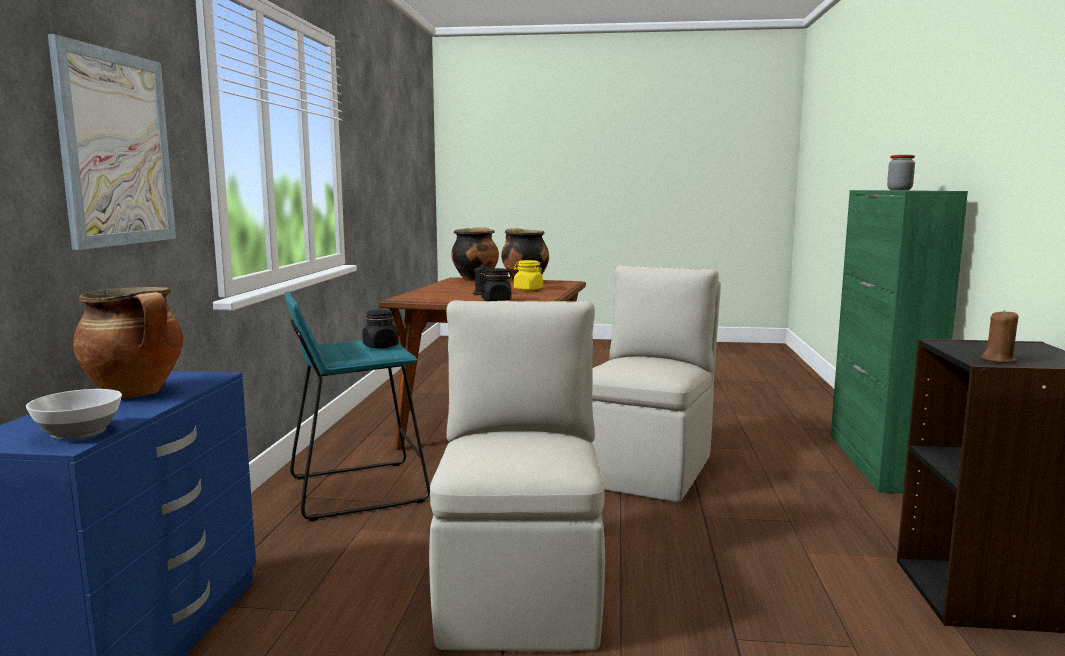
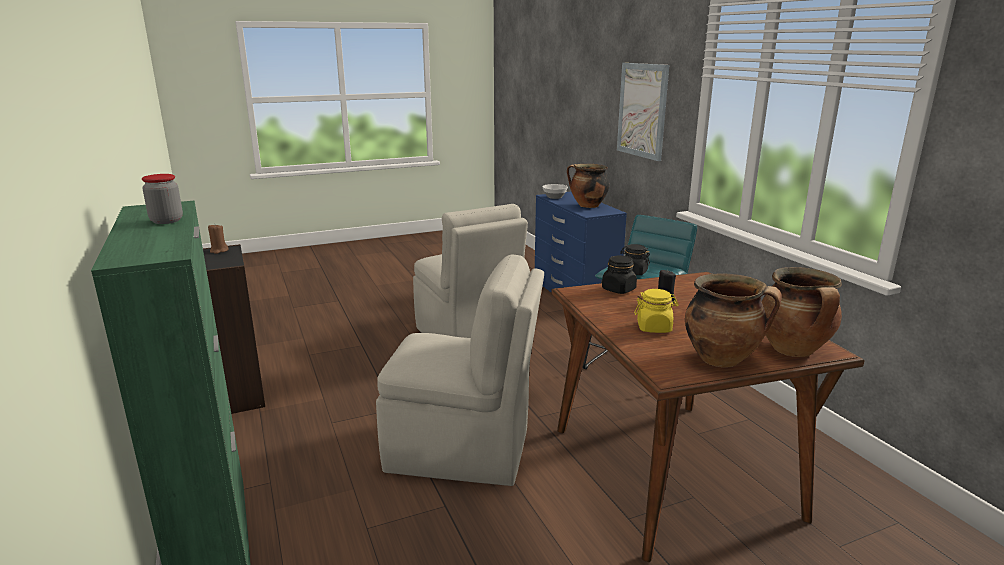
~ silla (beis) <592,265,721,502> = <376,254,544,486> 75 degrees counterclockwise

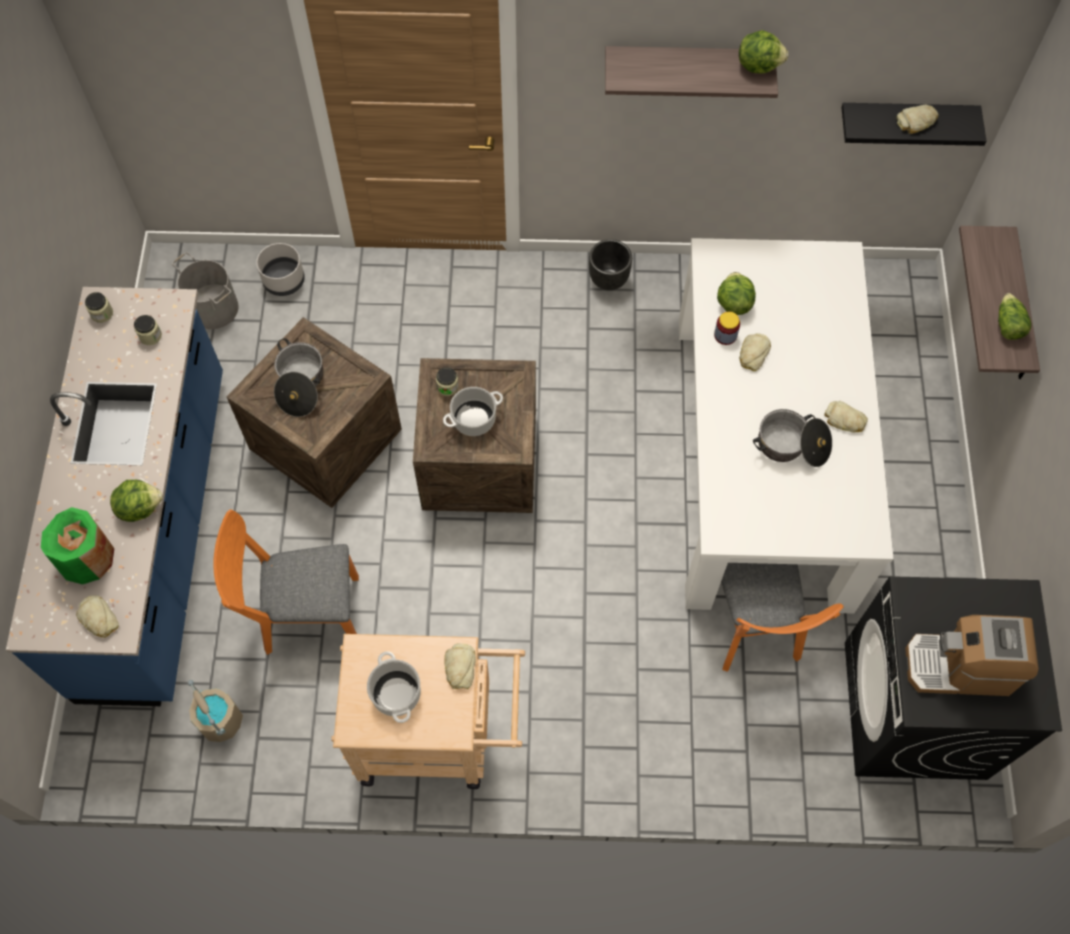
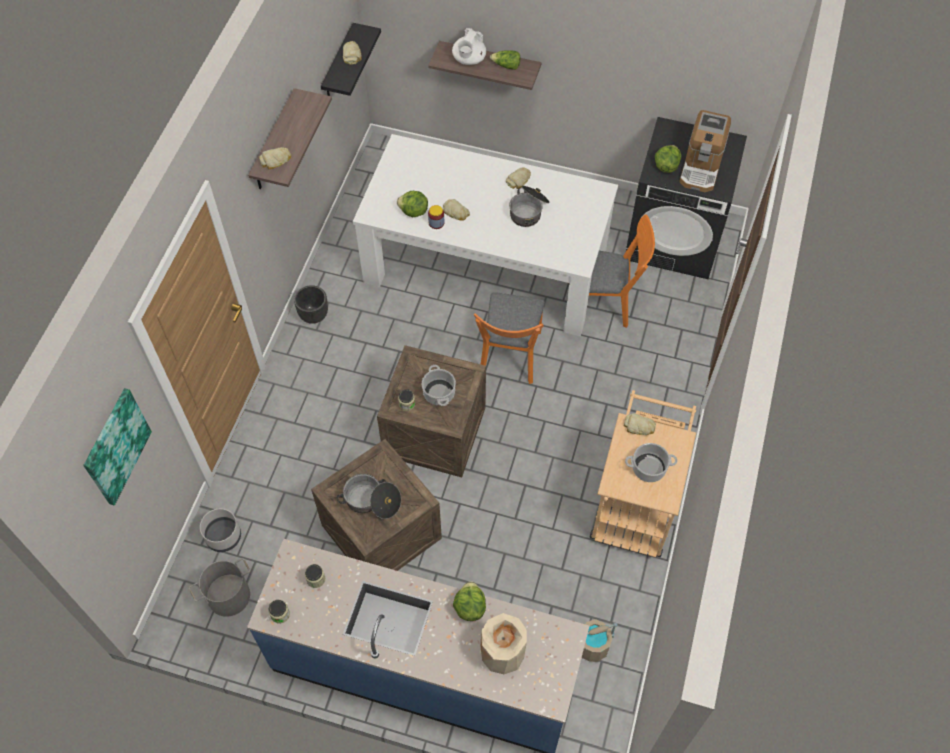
+ cuadro <83,388,152,506>
+ tetera (blanco) <452,28,486,65>
~ pan <76,595,119,638> to <259,147,291,170>
~ silla (naranja) <213,509,359,655> to <474,292,545,384>
~ lechuga <739,30,789,74> to <655,145,681,173>
~ florero (verde) <41,507,114,584> to florero (beis) <481,613,527,674>

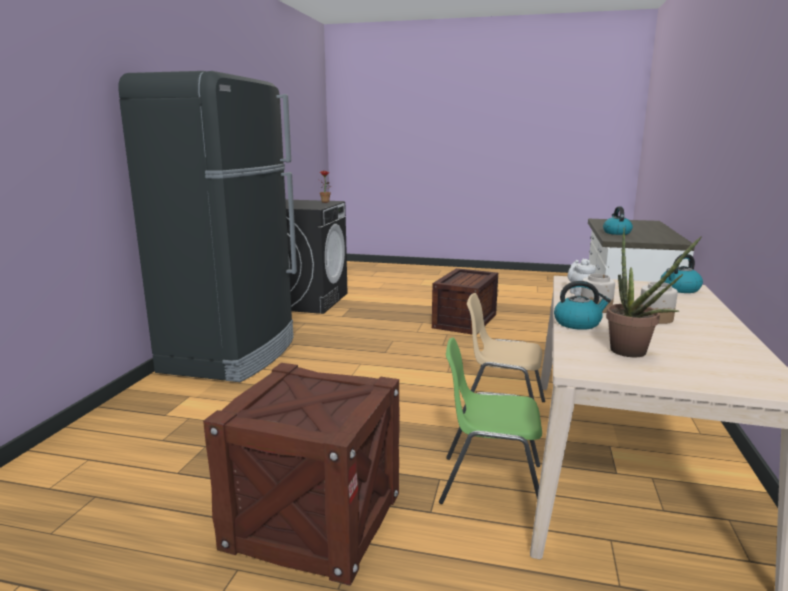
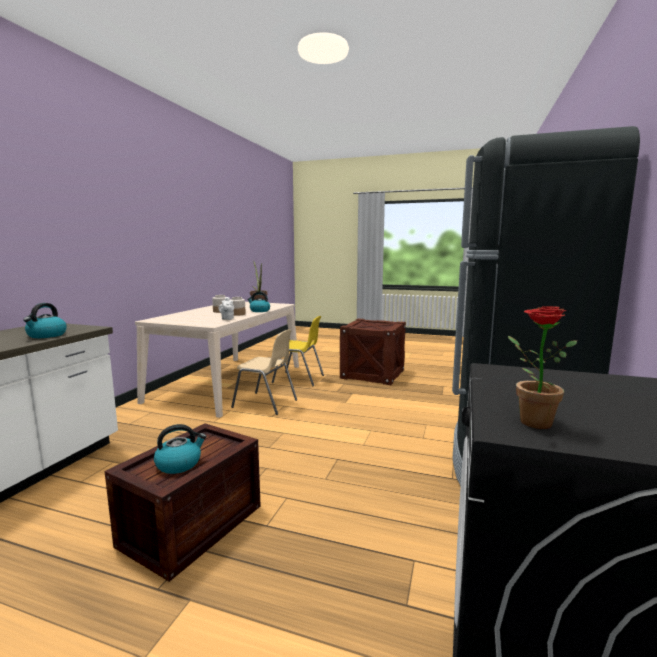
~ hervidor <661,254,703,293> to <154,424,206,474>
~ silla (verde) <439,338,542,504> to silla (amarillo) <272,316,324,386>

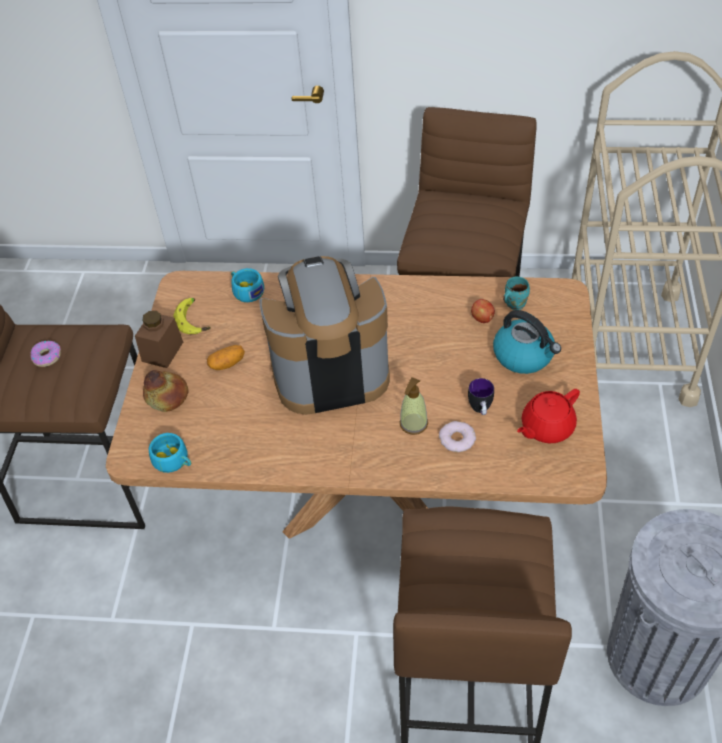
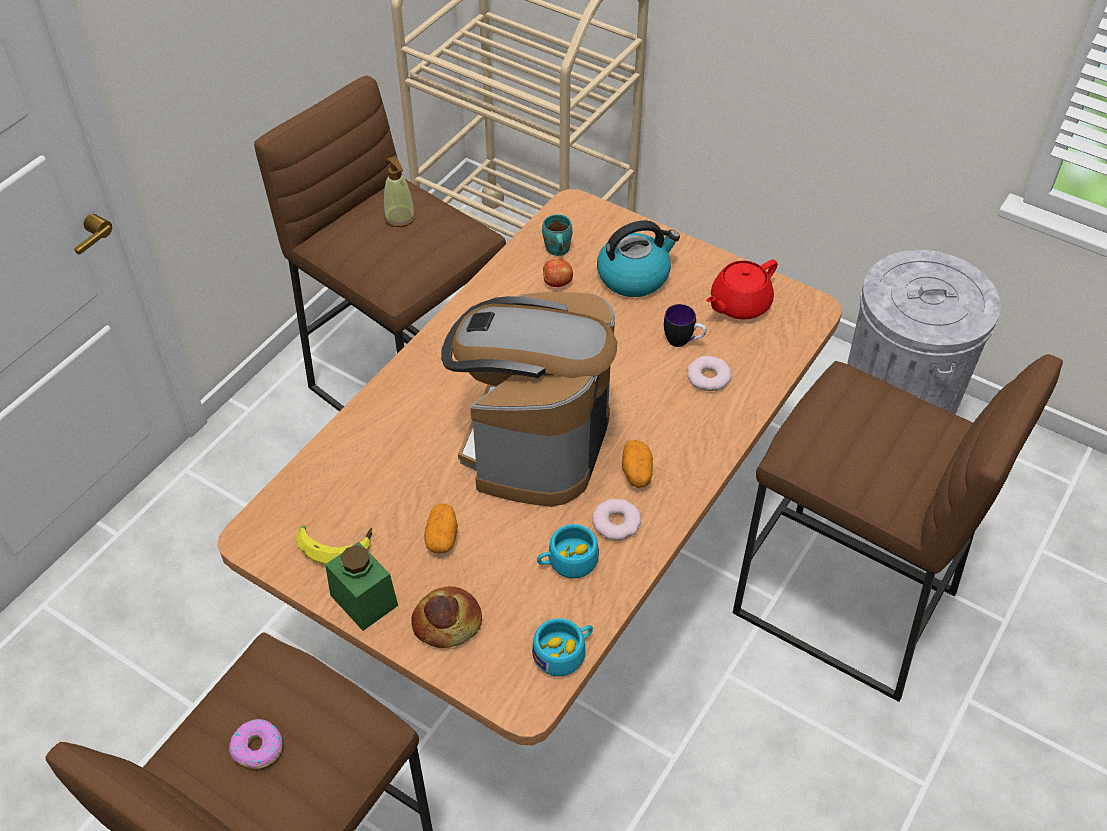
+ rosquilla <592,499,641,540>
+ patata <622,440,653,488>
~ taza (turquesa) <231,268,264,302> to <537,524,599,579>
~ dispensador de jabón <400,377,428,435> to <384,156,416,227>
~ tarro (marrón) <135,311,183,368> to tarro (verde) <325,542,398,631>
~ tetera (rojo) <517,389,580,443> = <706,260,778,320> 60 degrees clockwise

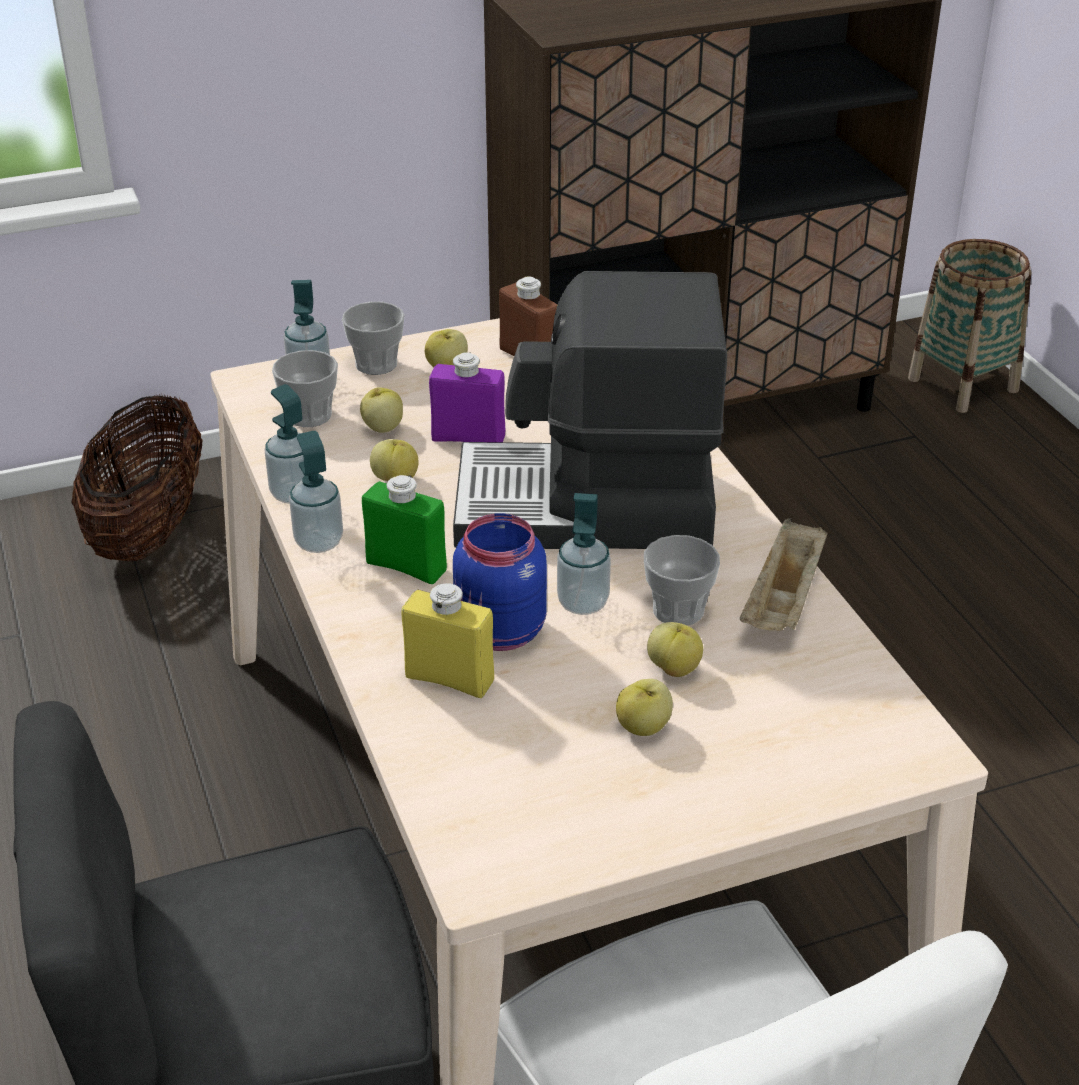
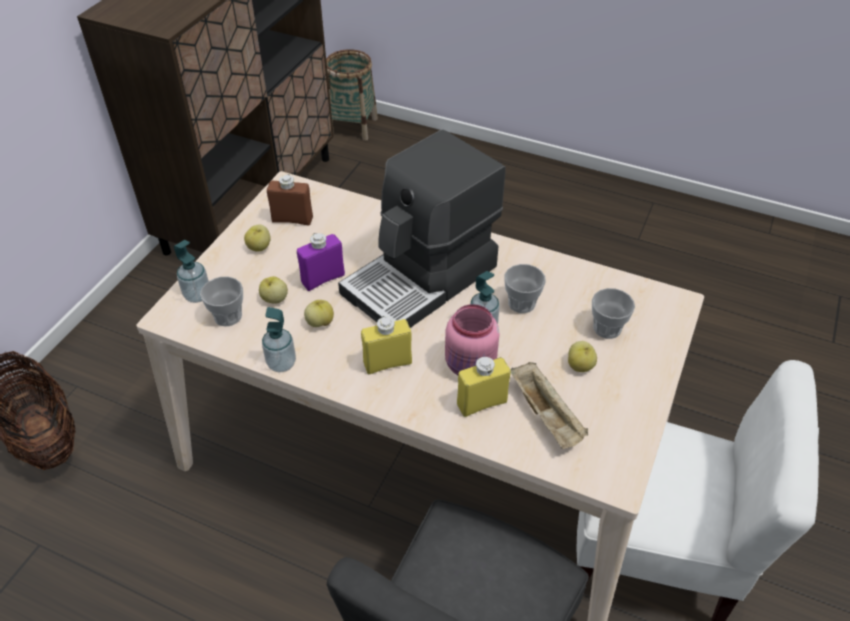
- dispensador de jabón <289,431,343,553>
- manzana <647,622,703,677>
~ taza <342,302,405,375> to <592,288,635,339>
~ bandeja (beis) <740,518,828,631> to <511,362,588,449>
~ botella (verde) <362,475,447,584> to botella (amarillo) <361,316,412,374>
~ tarro (azul) <453,513,547,651> to tarro (rosa) <445,304,499,375>

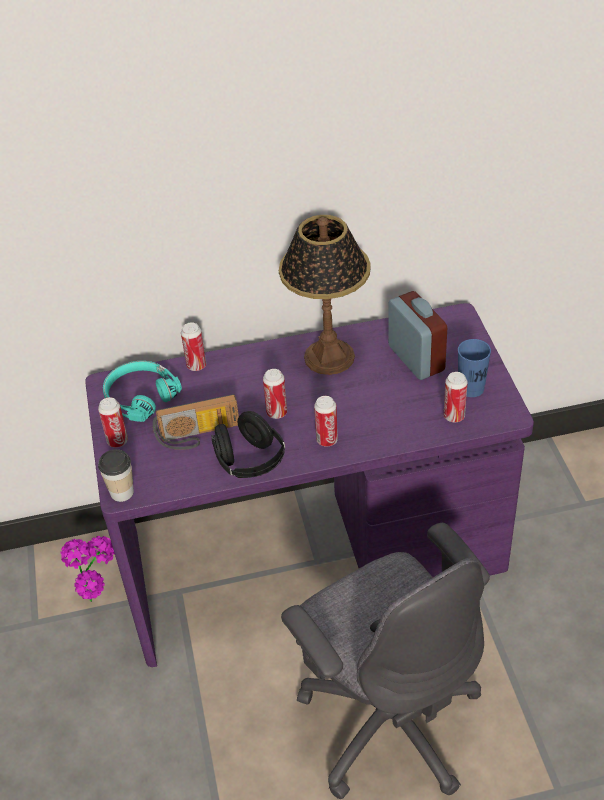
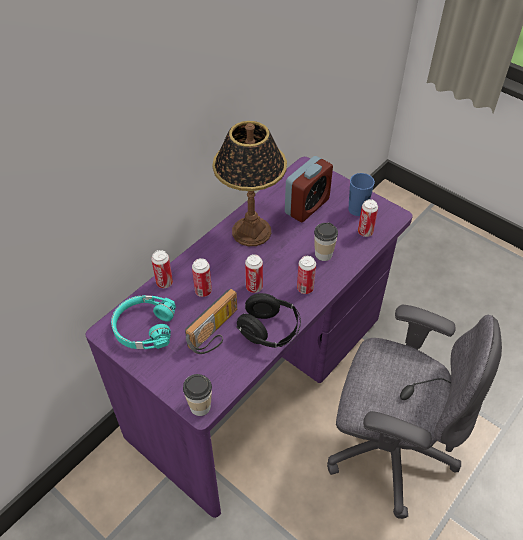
- planta en maceta <60,536,115,602>
+ taza <314,223,338,261>
~ lata <98,397,128,448> to <192,258,212,297>
~ despertador <388,291,447,380> = <285,156,333,222> 105 degrees clockwise

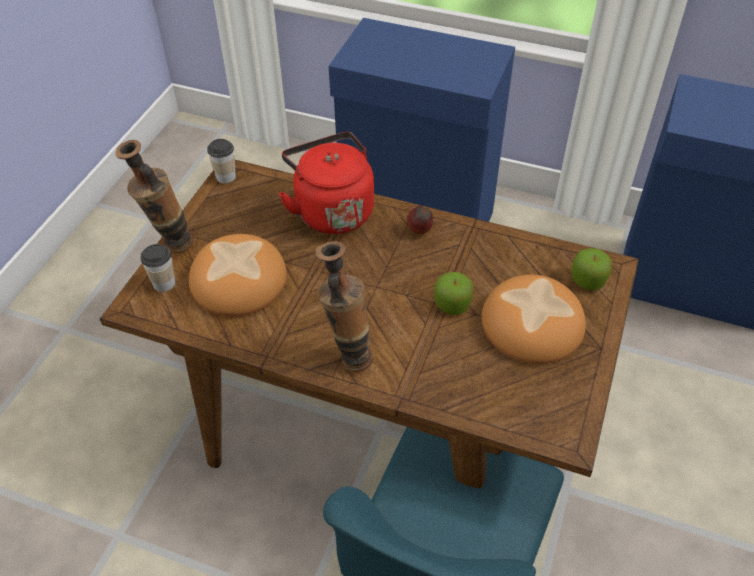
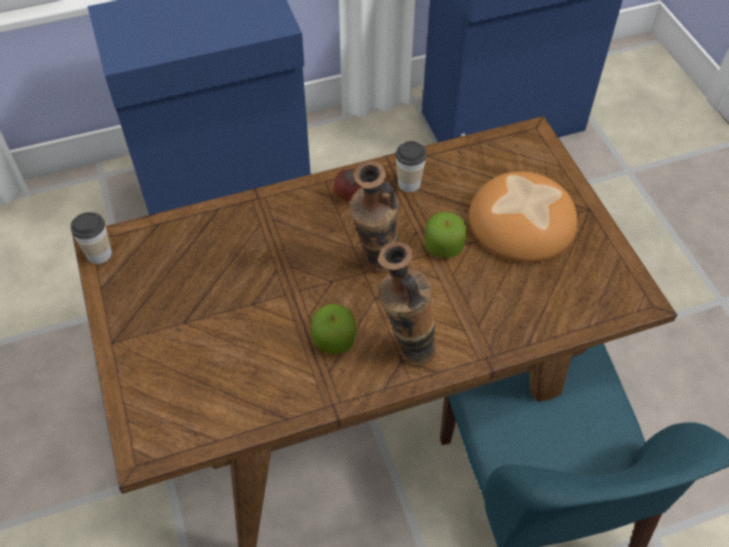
- pan <189,234,287,316>
- hervidor (rojo) <279,132,374,234>
~ florero <115,140,193,253> to <349,161,399,273>
~ taza <140,244,175,292> to <395,141,427,192>
~ manzana <571,248,612,290> to <311,304,357,354>

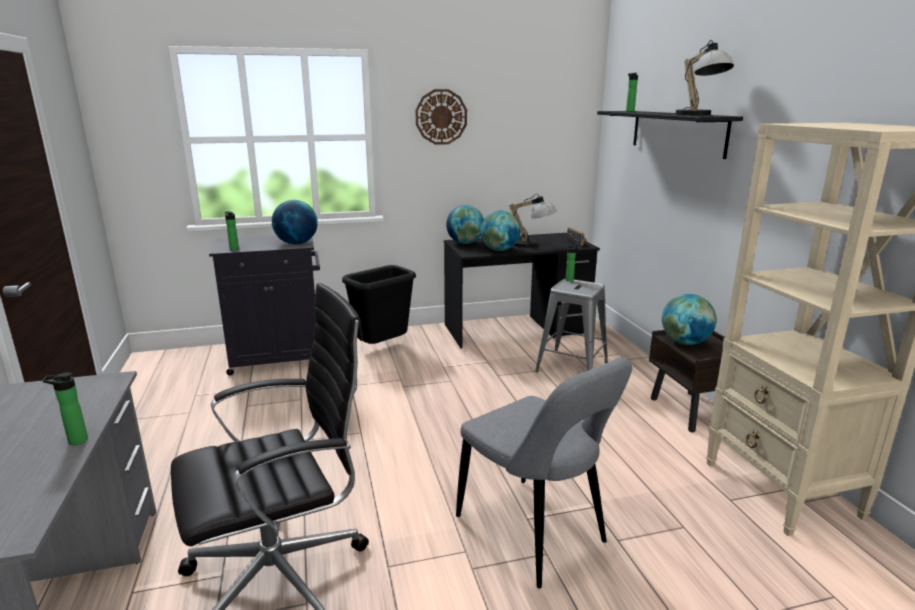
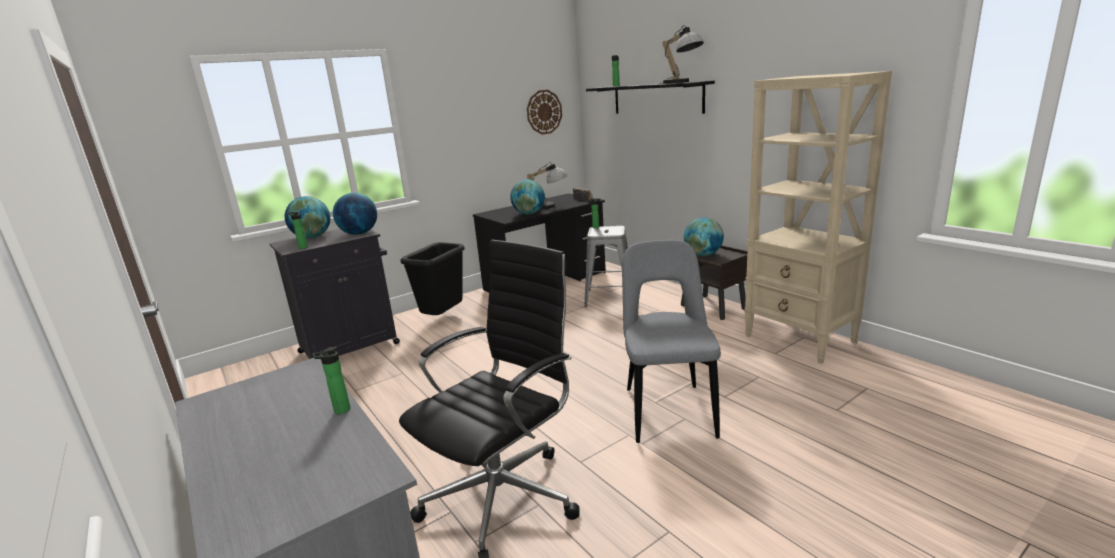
~ reloj de pared <415,89,467,145> to <527,90,562,135>
~ globo terráqueo <446,205,484,244> to <285,196,330,238>
~ silla (gris) <456,357,633,589> = <622,240,721,443> 120 degrees counterclockwise

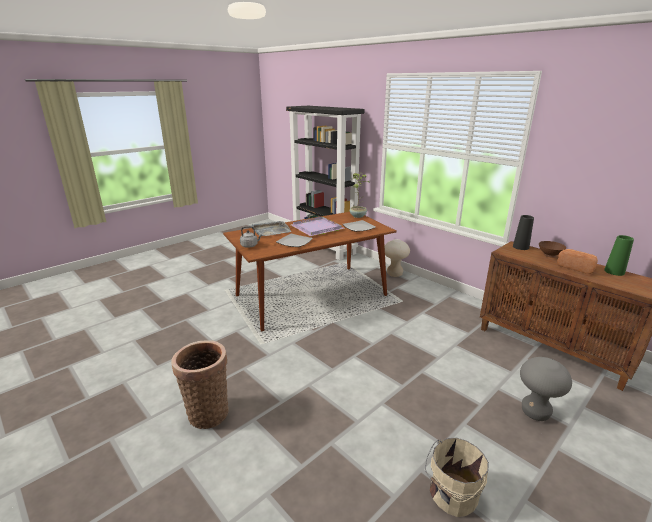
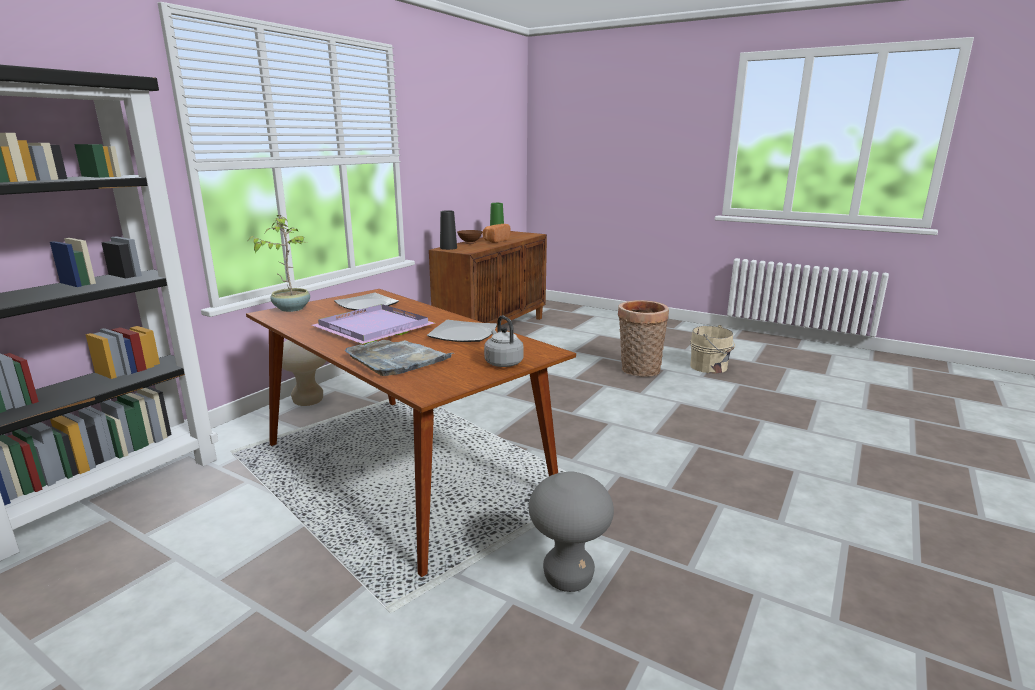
~ cesta <171,340,229,429> to <618,300,669,377>
~ taburete (gris) <520,357,572,421> to <529,472,614,592>

